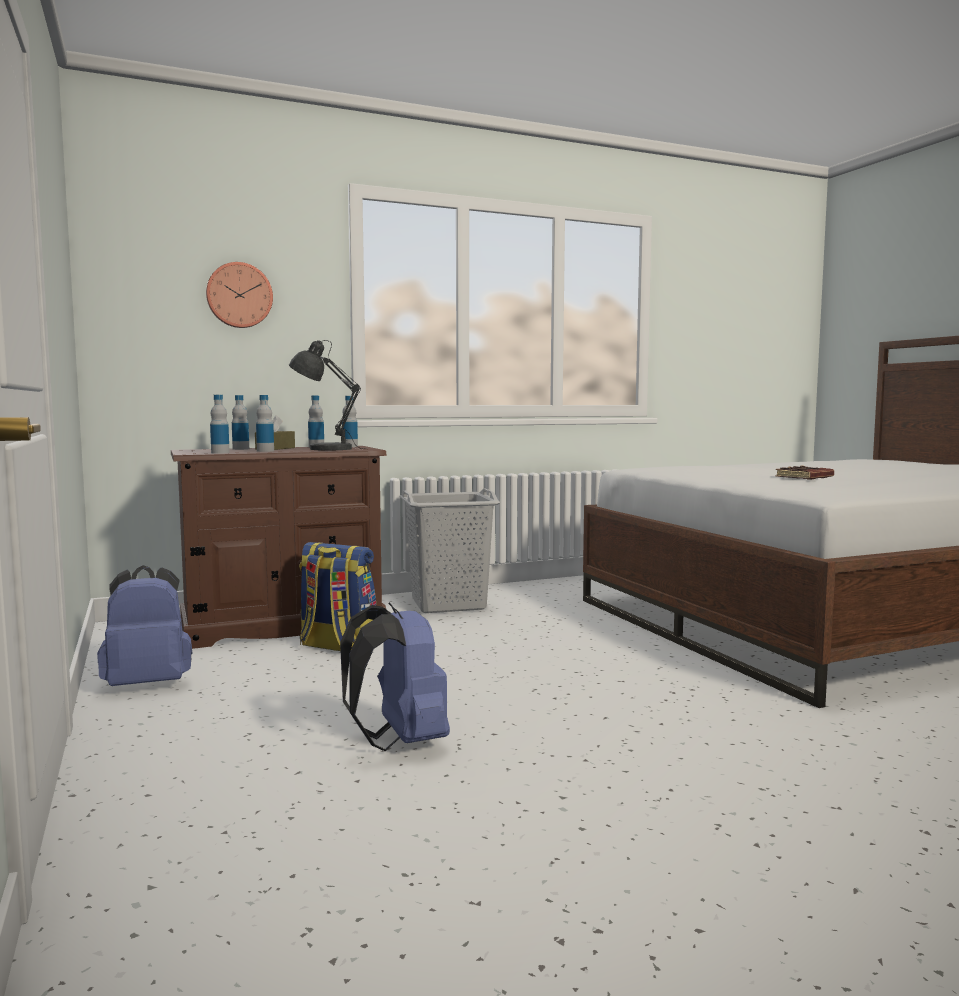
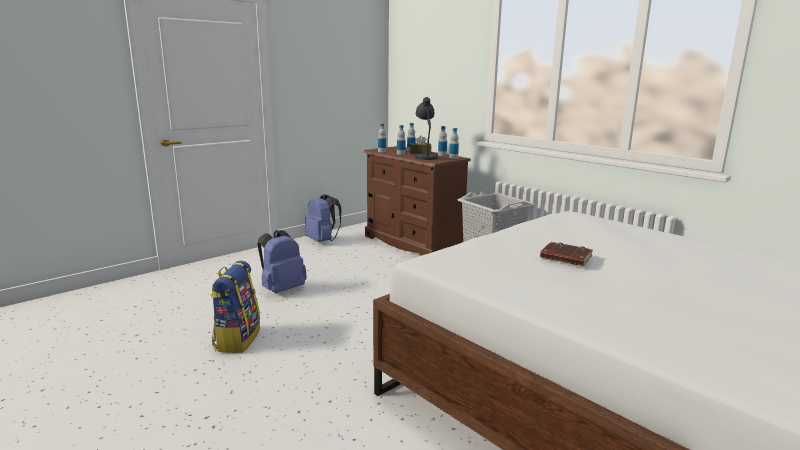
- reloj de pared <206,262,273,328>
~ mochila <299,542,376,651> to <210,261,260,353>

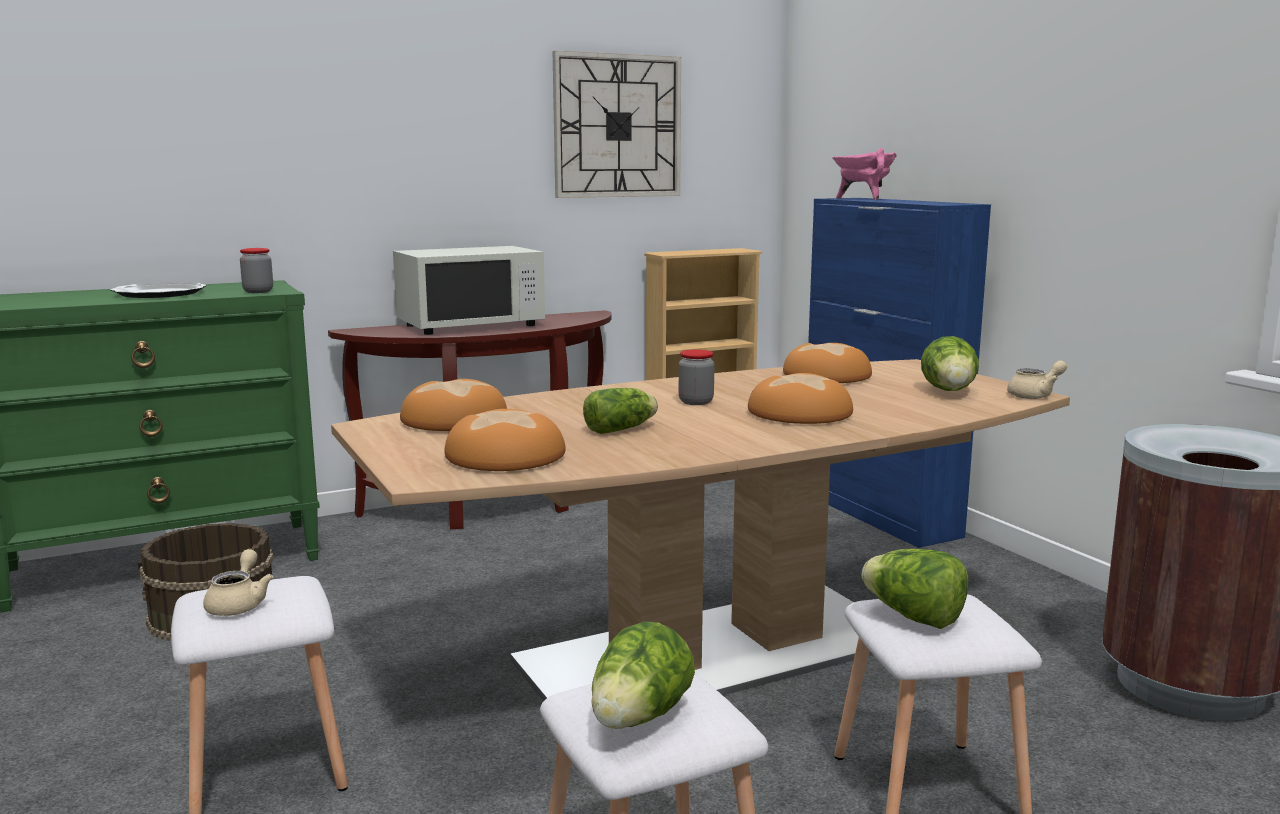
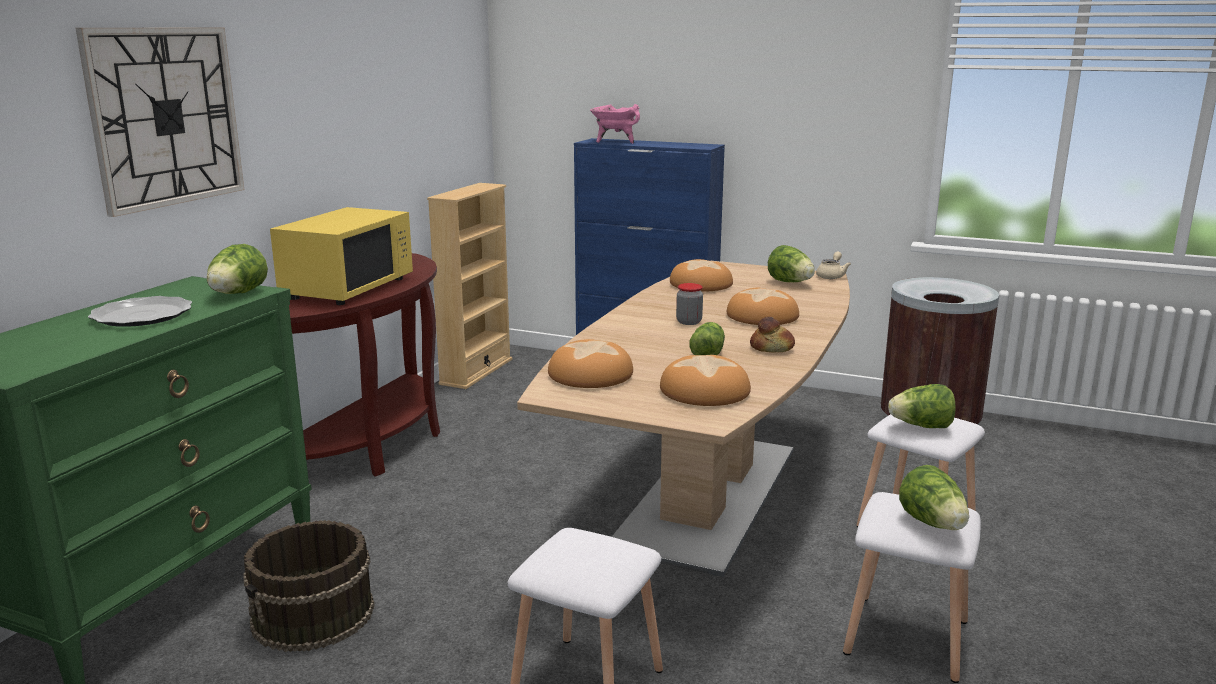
- tetera (beis) <203,549,273,616>
+ pan <750,317,795,353>
~ reloj de pared <553,51,681,198> to <76,28,244,217>
~ tarro <240,248,273,293> to lechuga <207,244,268,294>
~ microondas (blanco) <393,246,545,335> to microondas (amarillo) <270,207,413,305>

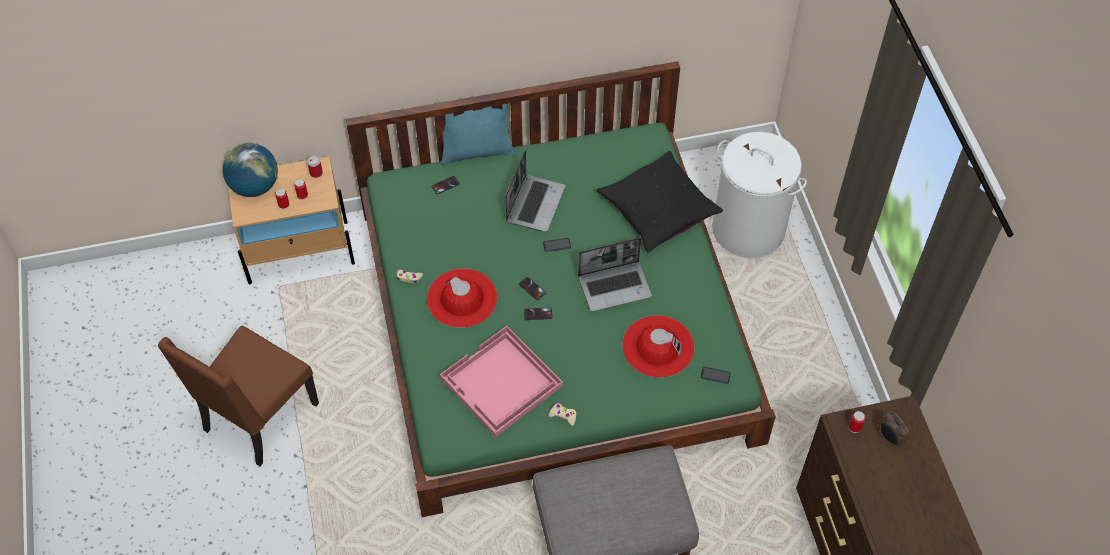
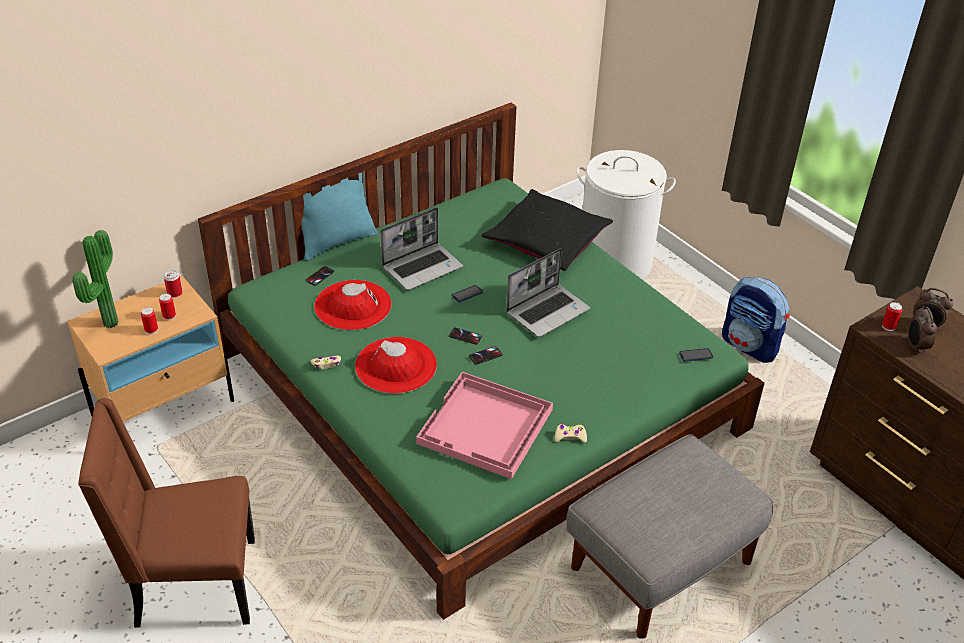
+ mochila <722,277,790,363>
+ despertador <908,306,937,354>
~ sombrero (rojo) <622,315,694,378> to <314,280,392,330>
~ globo terráqueo <222,143,278,197> to planta en maceta <72,230,119,328>
~ silla (marrón) <158,325,319,466> = <78,398,255,628> 75 degrees clockwise
~ portátil <505,150,565,232> = <380,207,463,290> 60 degrees clockwise

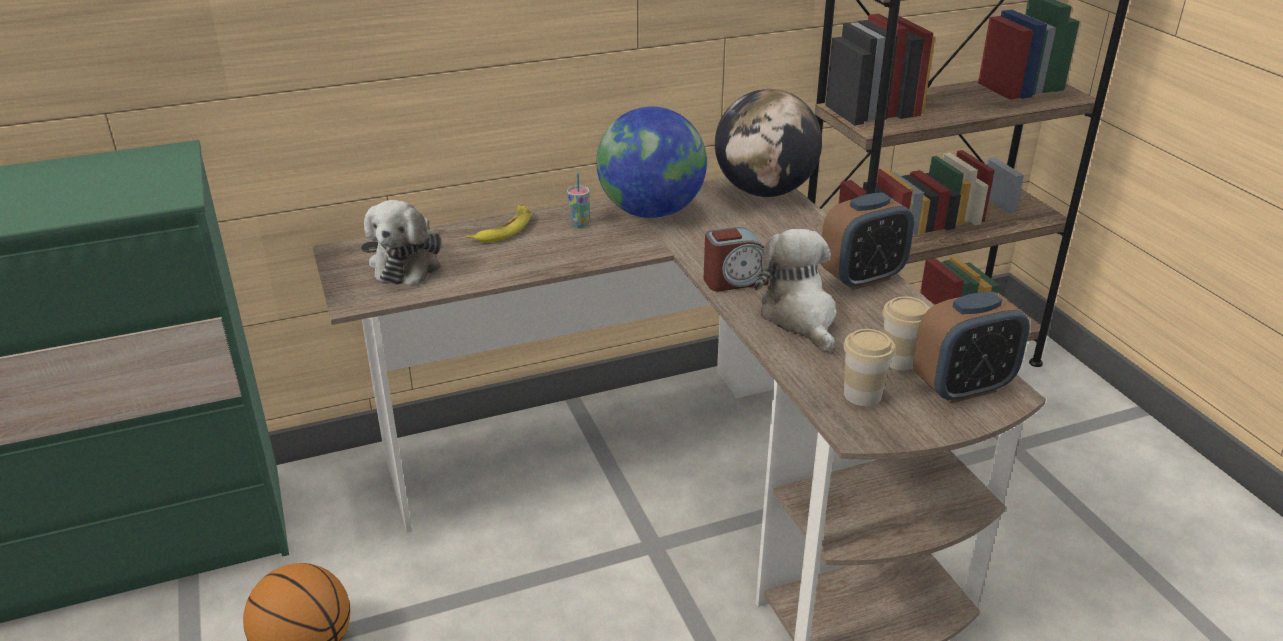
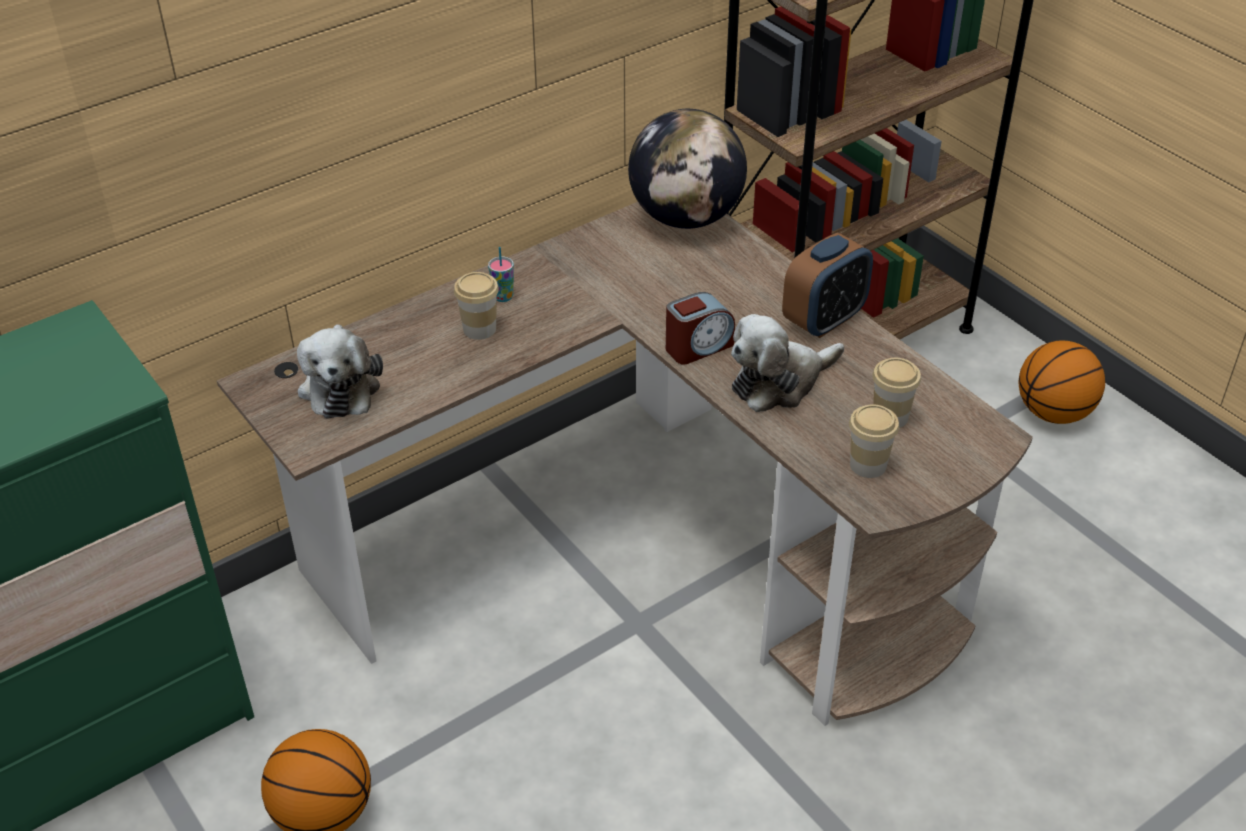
- plátano <466,205,531,242>
- globo terráqueo <596,106,707,218>
- despertador <913,292,1030,404>
+ taza <454,272,499,340>
+ balón de baloncesto <1019,340,1105,424>
~ peluche <754,229,837,352> = <731,314,844,412> 90 degrees counterclockwise

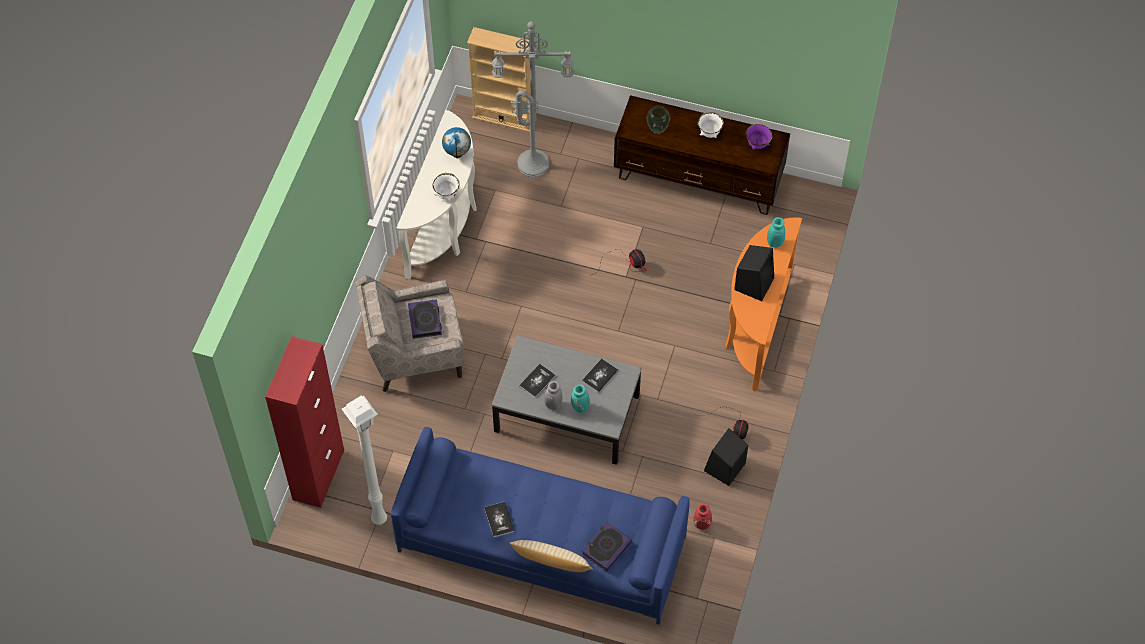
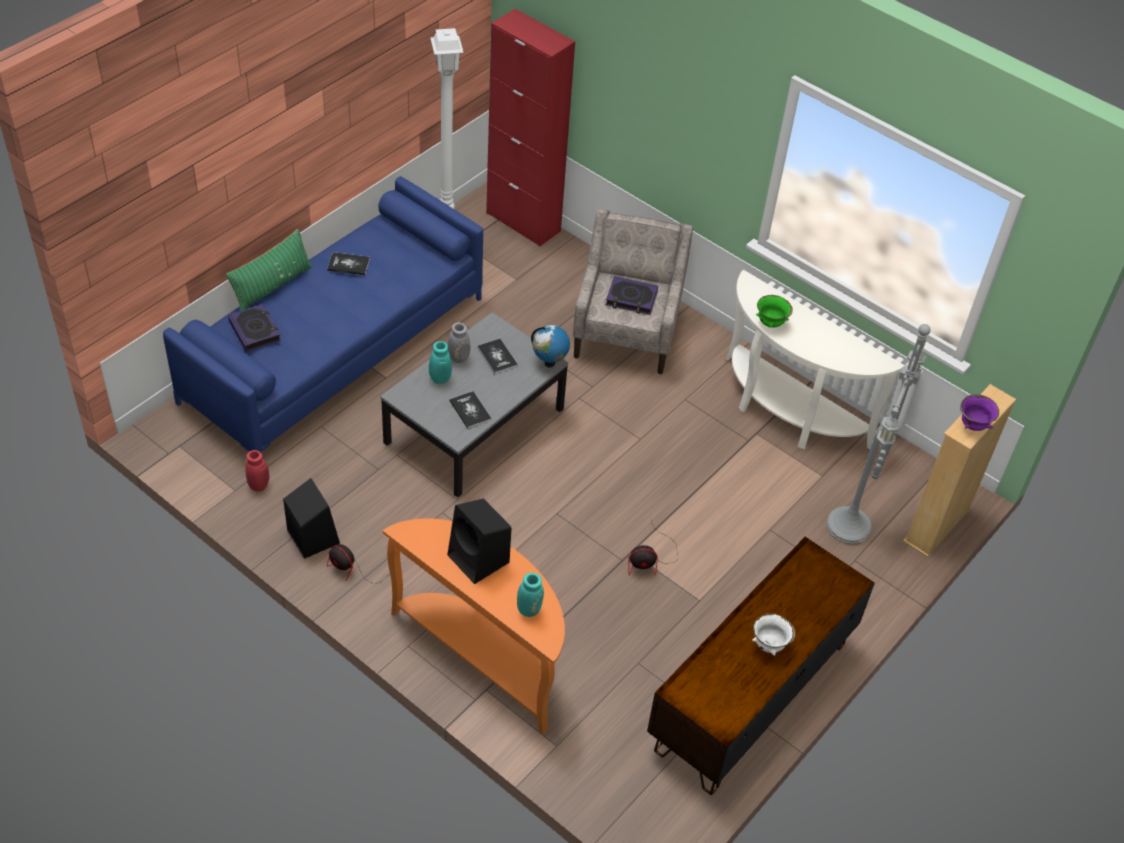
- florero <647,106,670,134>
~ globo terráqueo <442,127,471,159> to <531,325,570,368>
~ cuenco (morado) <746,124,772,150> to <960,394,999,431>
~ cuenco (blanco) <433,173,460,201> to cuenco (verde) <756,295,793,328>
~ cojín (beis) <510,540,593,572> to cojín (verde) <226,229,312,311>

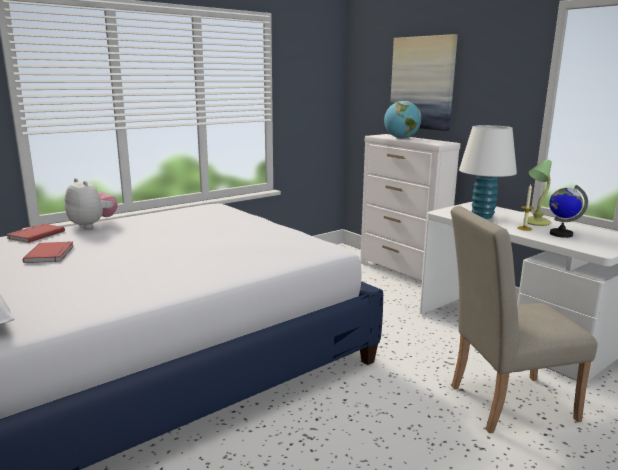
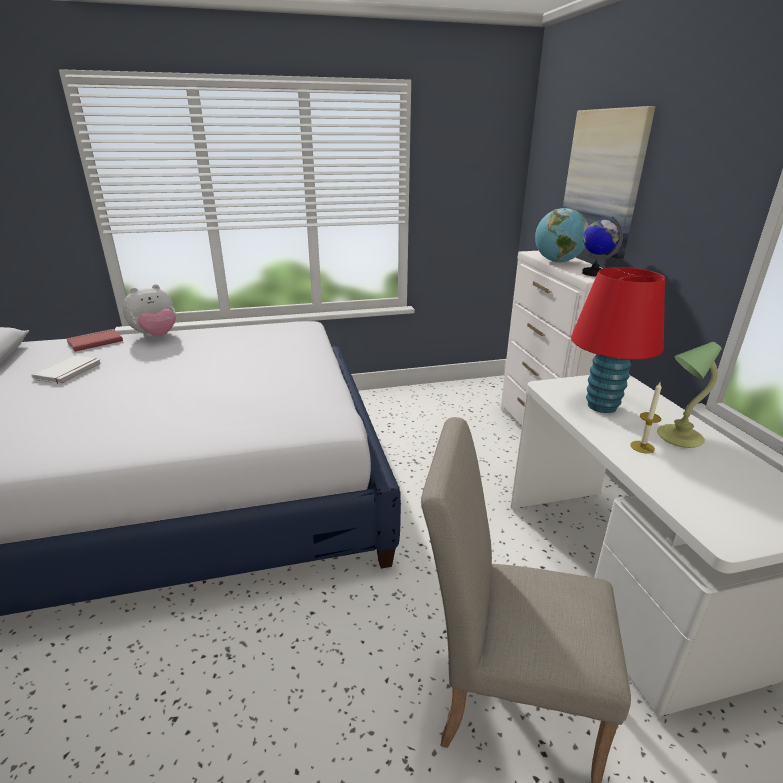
~ globo terráqueo <549,185,588,238> to <582,216,623,277>
~ libro (rojo) <23,241,74,263> to libro (blanco) <32,355,101,384>
~ lámpara de mesa (blanco) <459,125,517,219> to lámpara de mesa (rojo) <571,267,665,413>
~ peluche <65,178,118,229> = <123,284,176,337> 75 degrees clockwise

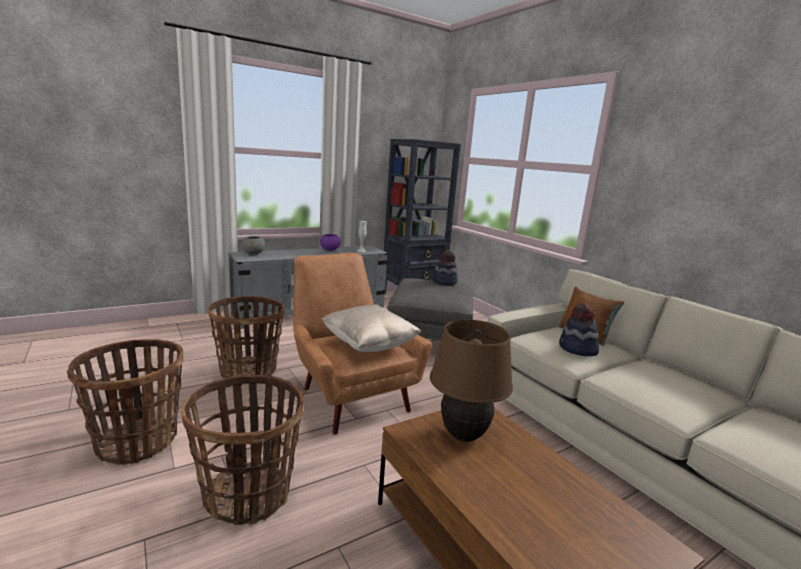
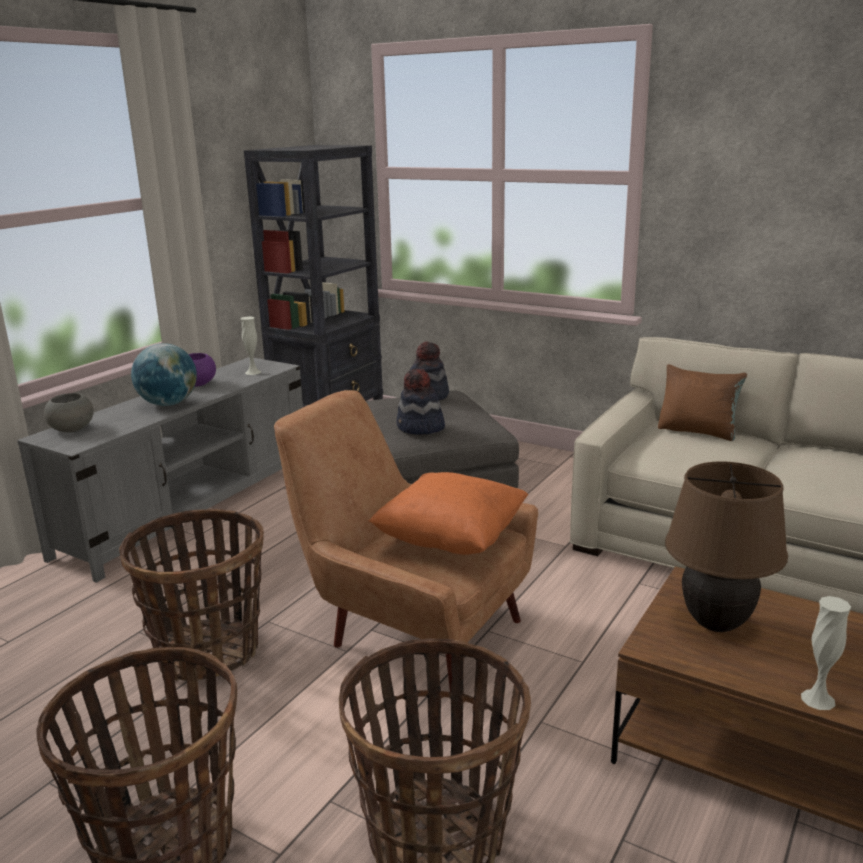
+ globo terráqueo <131,343,197,406>
+ florero (blanco) <801,596,851,710>
~ sombrero <559,303,599,356> to <396,369,445,434>
~ cojín (beis) <321,305,421,352> to cojín (naranja) <368,472,528,555>

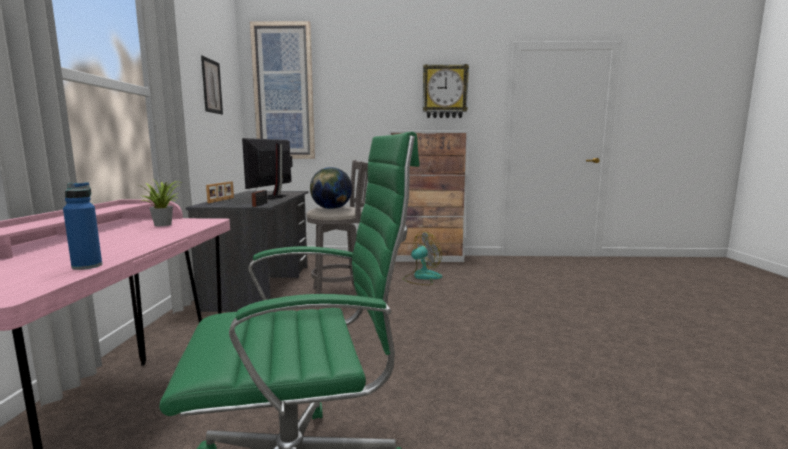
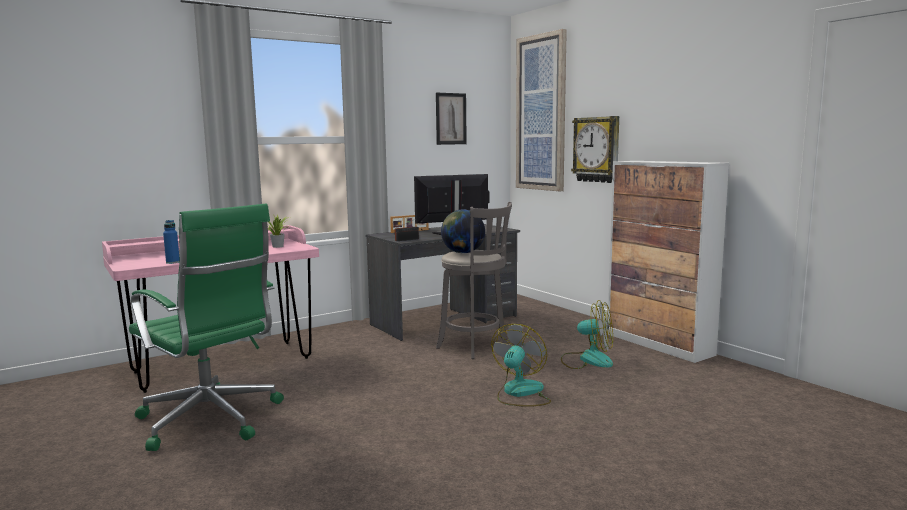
+ ventilador <491,324,551,407>
~ reloj de pared <423,64,469,118> to <571,116,619,183>

